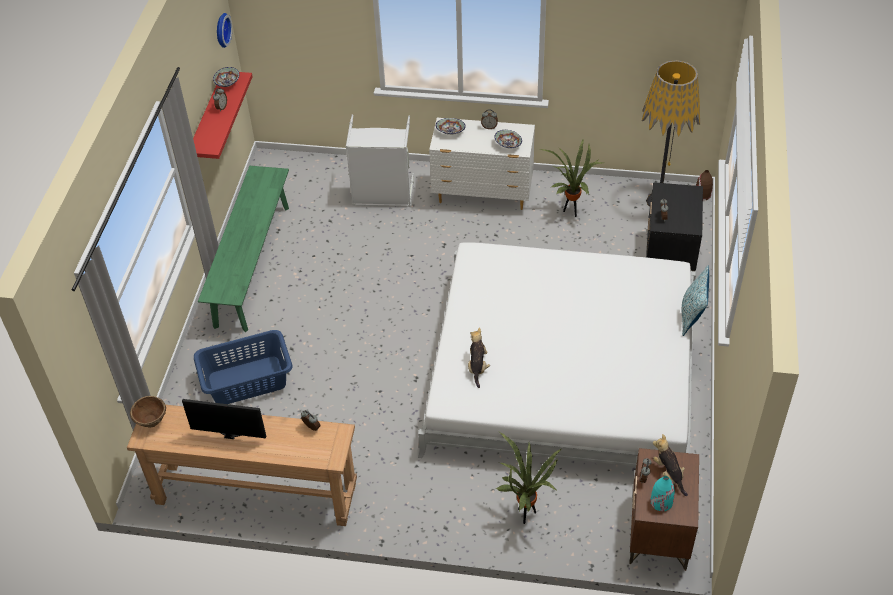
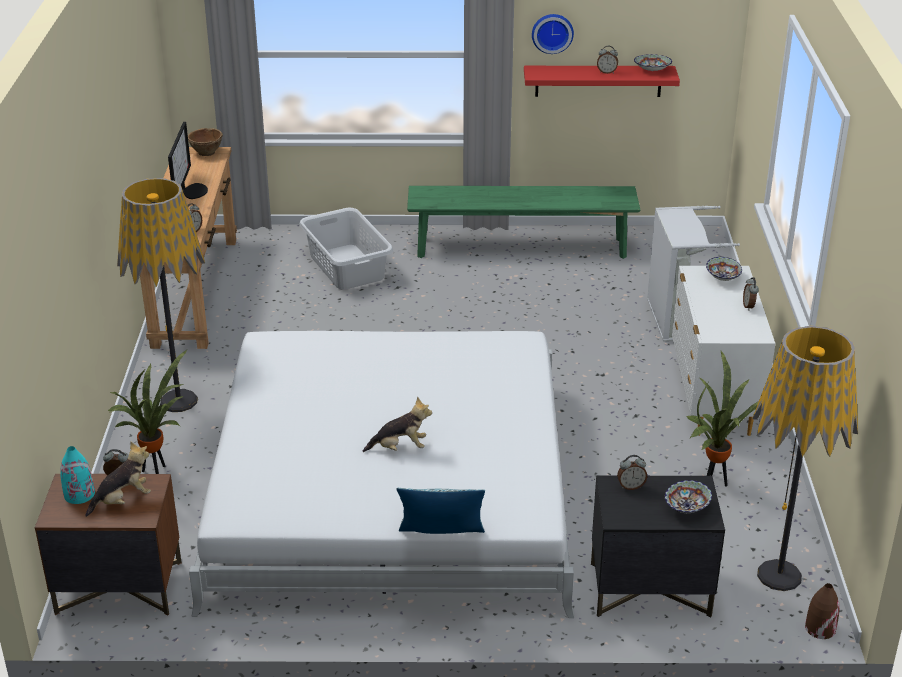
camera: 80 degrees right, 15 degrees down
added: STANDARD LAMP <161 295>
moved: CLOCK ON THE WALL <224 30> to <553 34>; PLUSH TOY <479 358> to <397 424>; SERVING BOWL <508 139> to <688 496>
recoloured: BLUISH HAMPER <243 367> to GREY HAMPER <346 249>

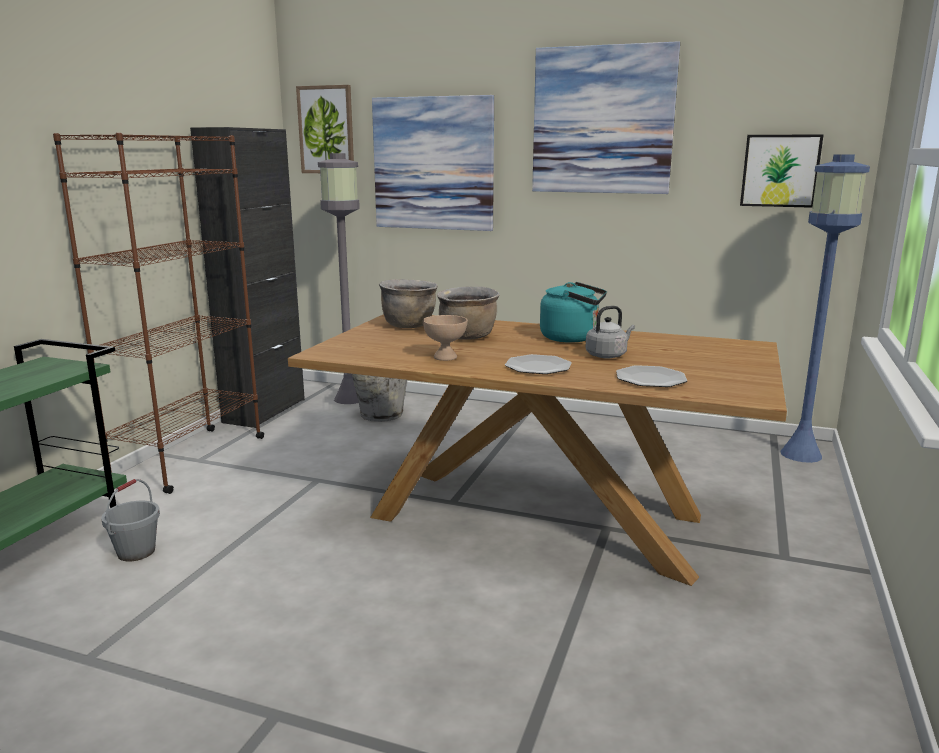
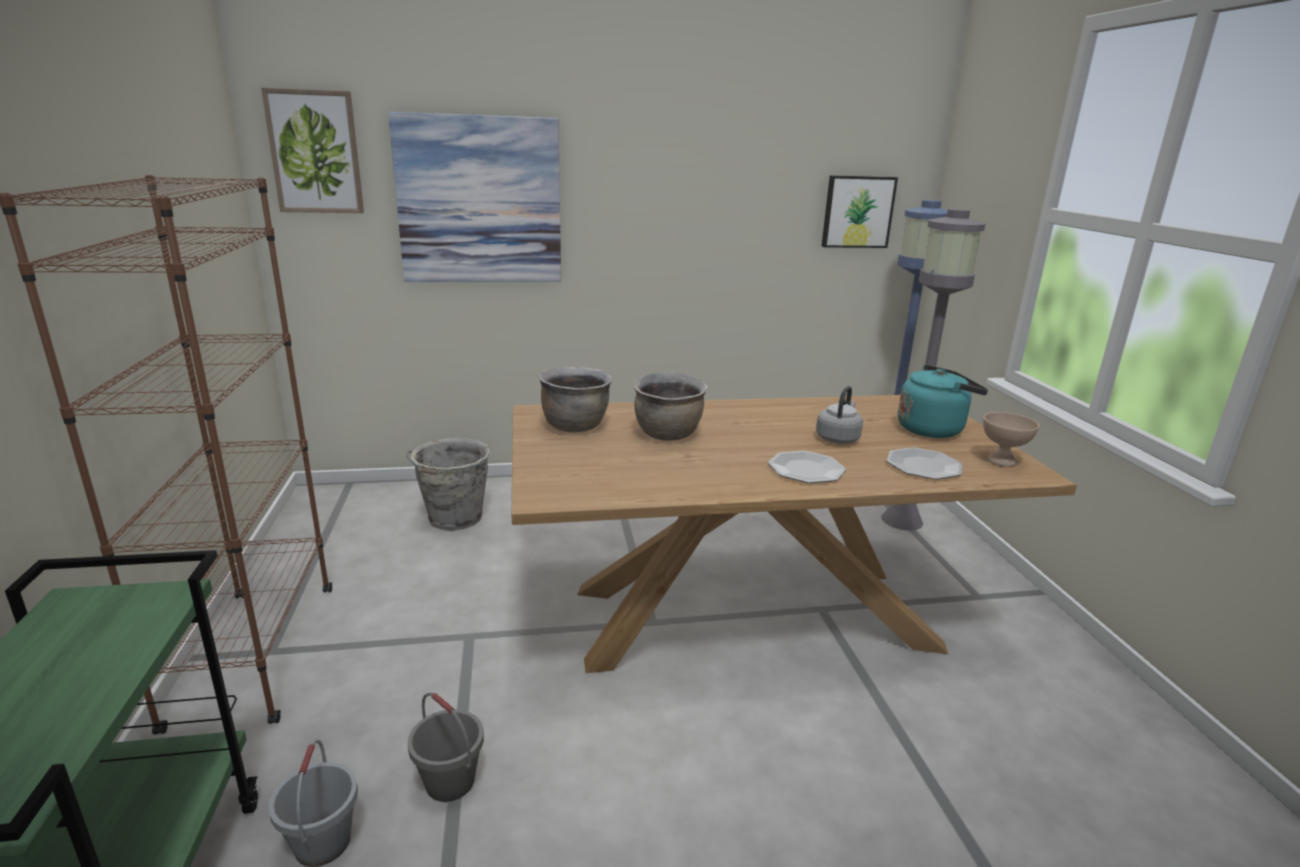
camera: 30 degrees left, 5 degrees up
removed: BLACKISH CUPBOARD <247 277>; WALL ART <606 117>
added: GREY WATER BUCKET <445 747>
moved: GREY STANDARD LAMP <339 278> to <933 370>; BEIGE SERVING BOWL <445 338> to <1011 439>; TURQUOISE-COLOURED TEA KETTLE <573 312> to <943 401>

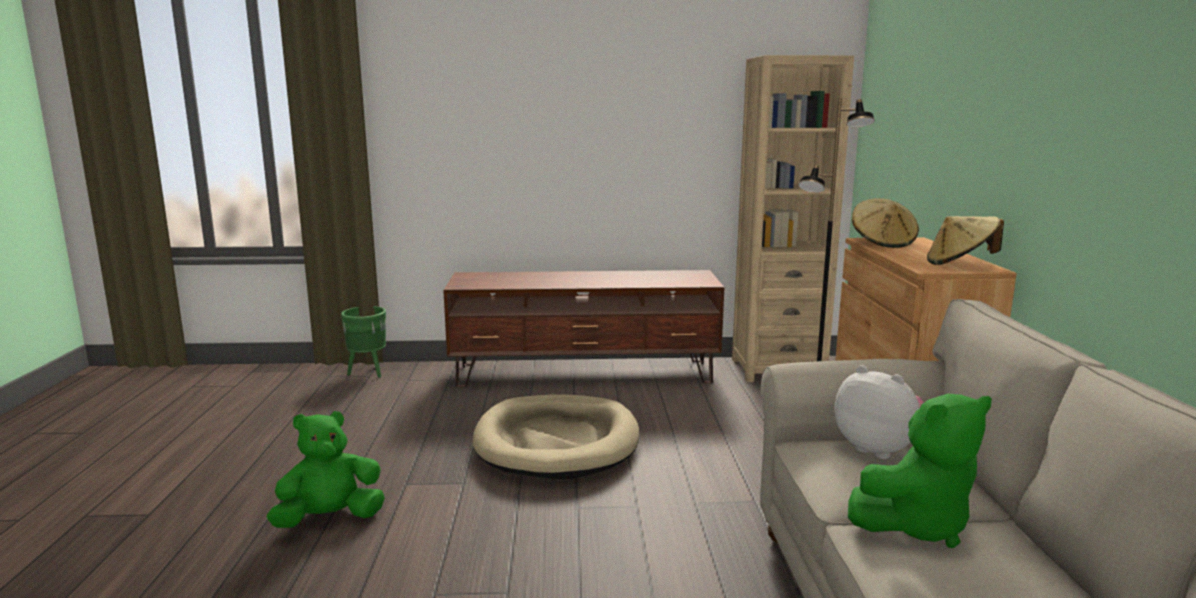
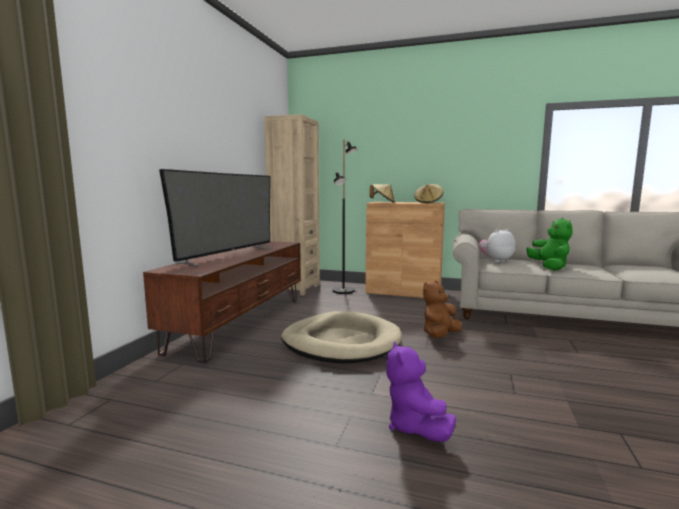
camera: 70 degrees left, 5 degrees down
removed: GREEN PLANTER <363 342>
added: TV <216 218>; BROWN-COLOURED PLUSH TOY <442 309>
recoloured: GREEN PLUSH TOY <326 469> to PURPLE-COLOURED PLUSH TOY <421 392>

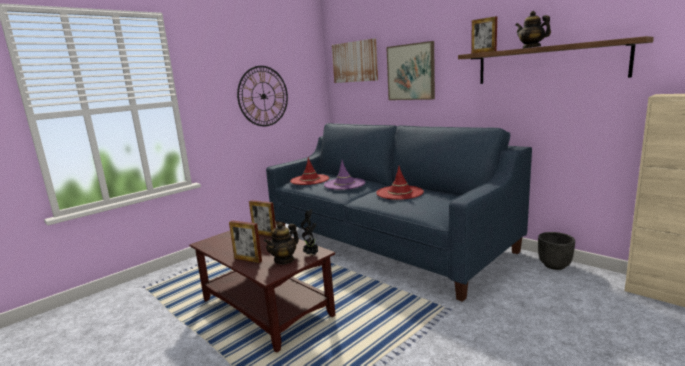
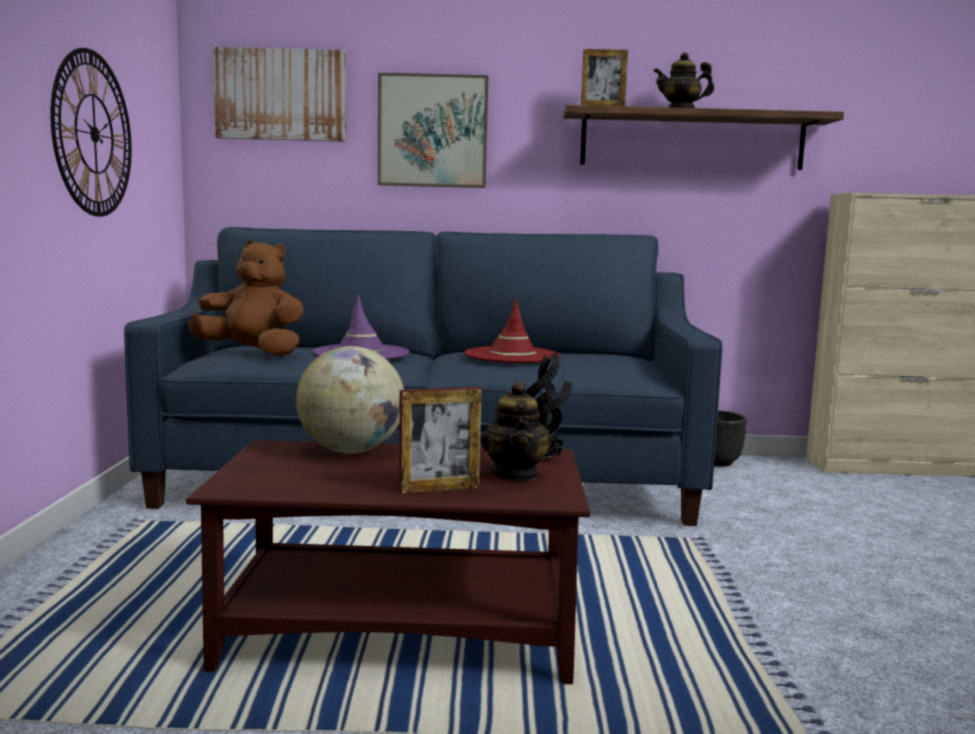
camera: 45 degrees left, 5 degrees down
replaced: PICTURE FRAME <262 218> to DESK GLOBE <350 400>; REDDISH HAT <309 171> to BROWN-COLOURED PLUSH TOY <246 298>

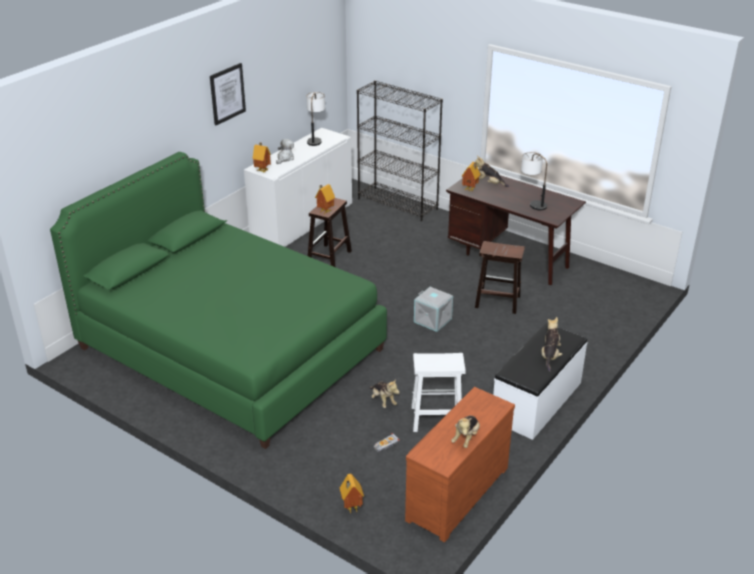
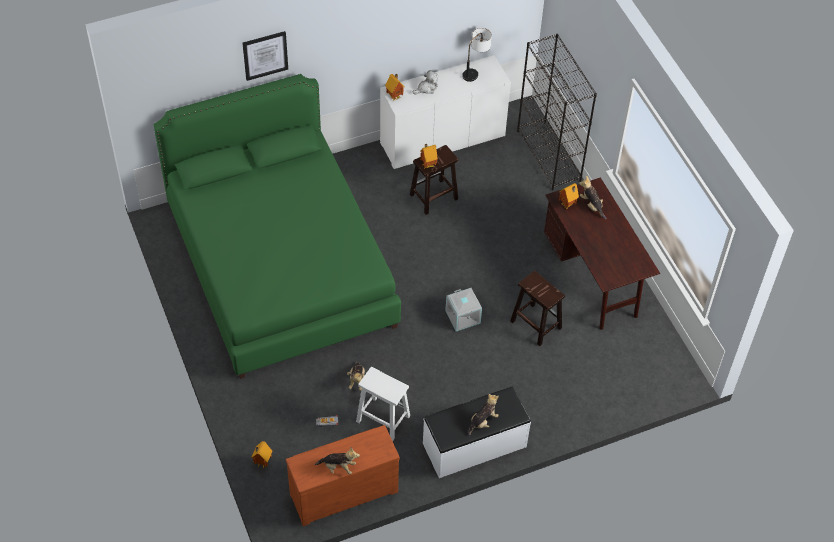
camera: 30 degrees right, 20 degrees up
removed: TABLE LAMP <534 181>
moved: WALL ART <228 94> to <265 56>
turned: PLUSH TOY <465 431> = <337 460> 135 degrees counterclockwise

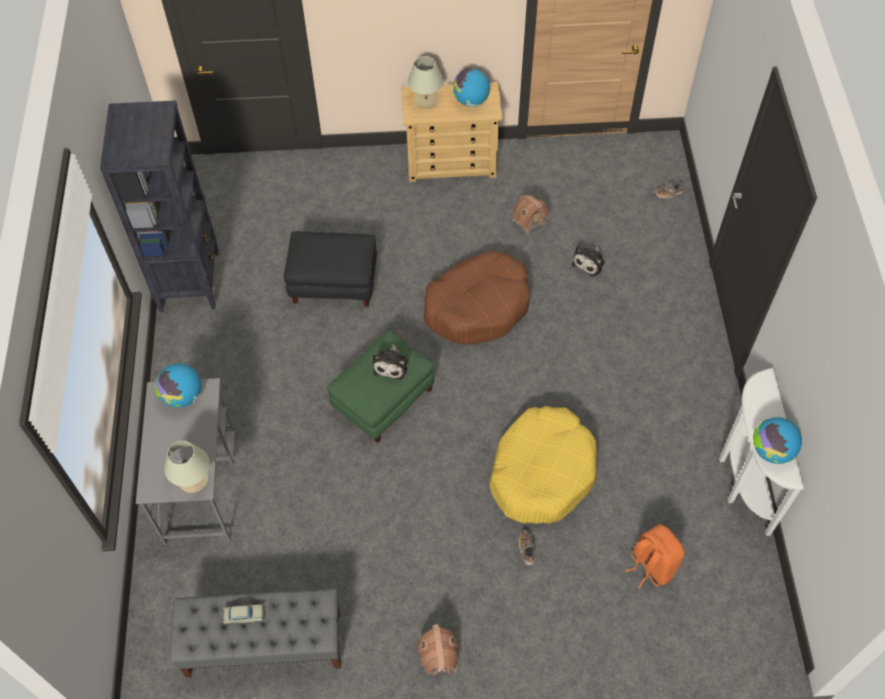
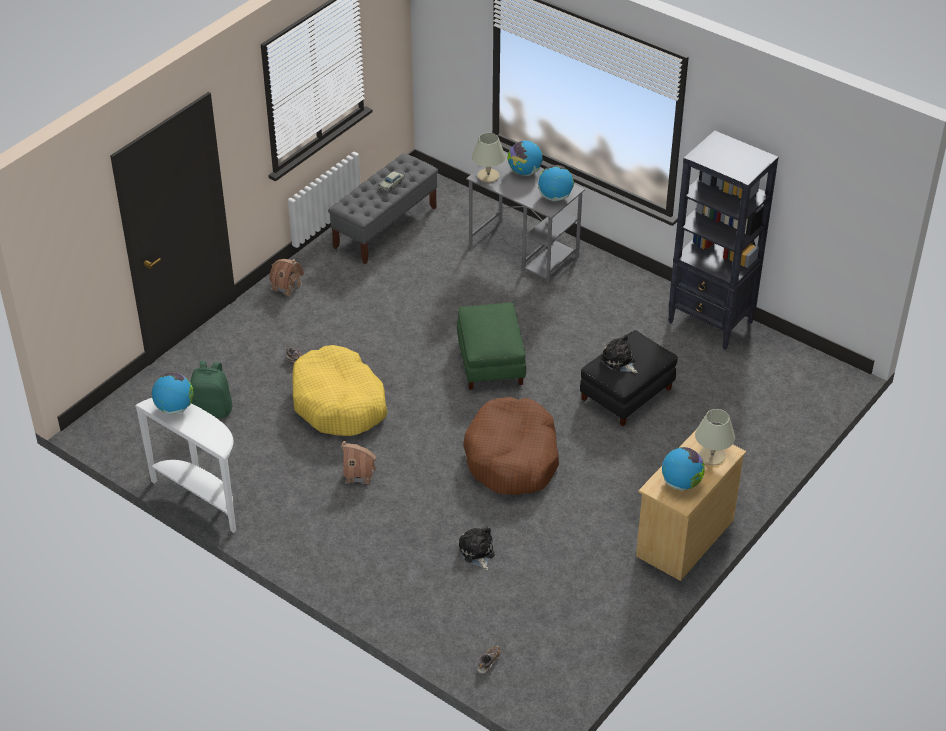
camera: 130 degrees right, 15 degrees down
added: DESK GLOBE <525 158>
moved: PLUSH TOY <390 362> to <619 354>; TOY HOUSE <531 214> to <358 462>
recoloured: ORANGE BACKPACK <654 556> to GREEN BACKPACK <211 389>

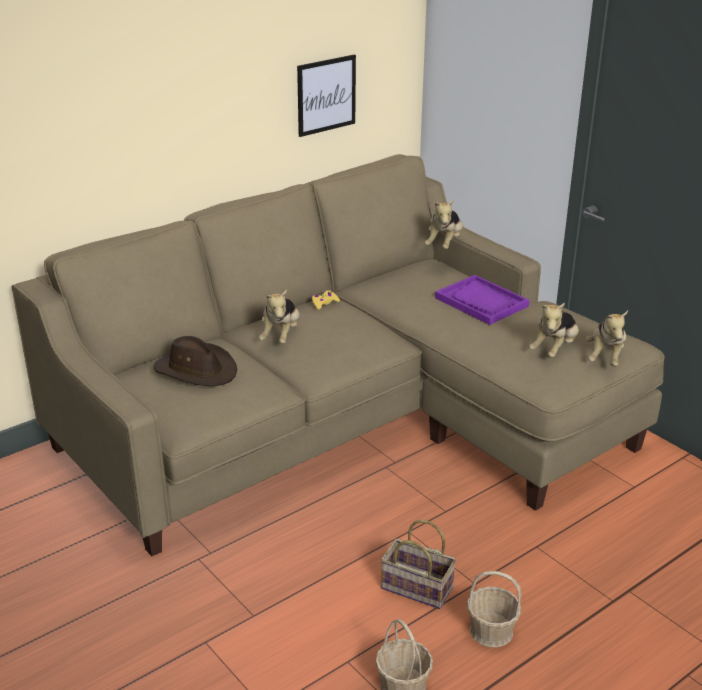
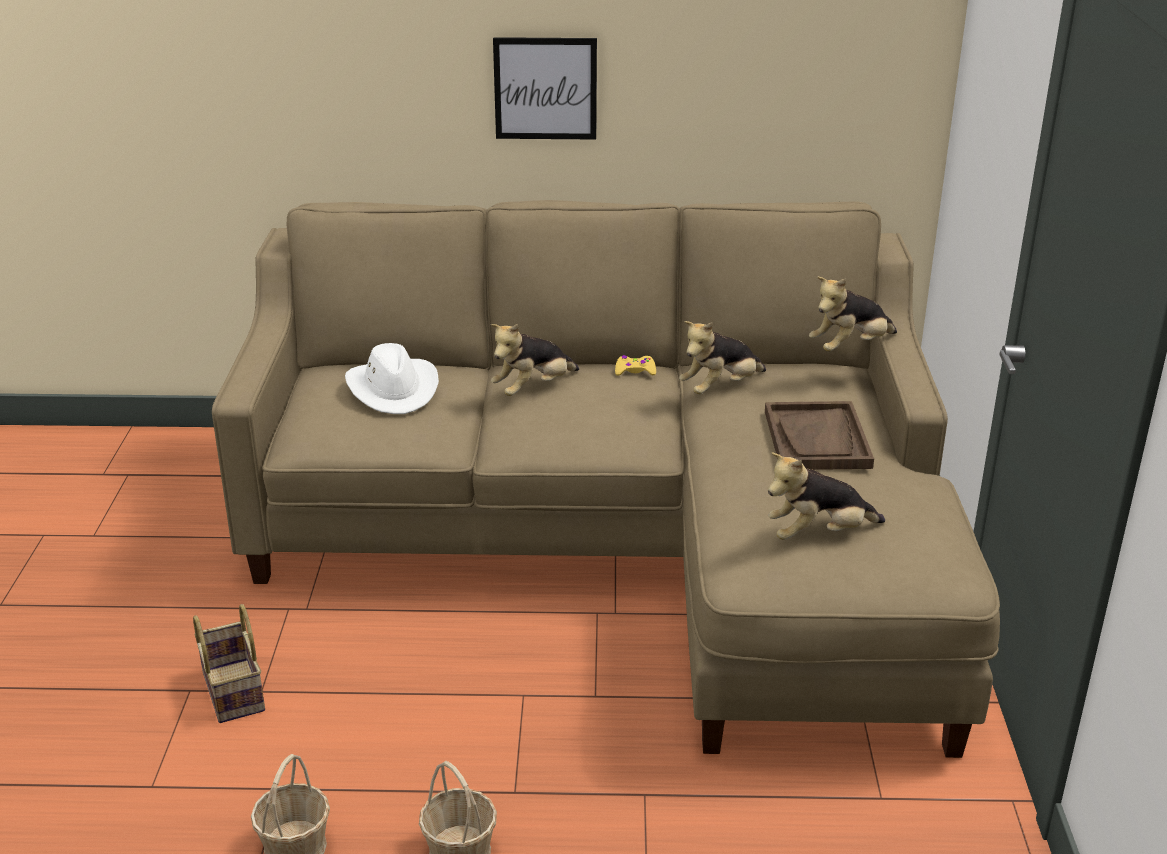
camera: 40 degrees right, 0 degrees up
moved: WALL ART <326 96> to <545 88>; BASKET <418 564> to <229 663>; PLUSH TOY <607 339> to <722 357>
recoloured: BROWN-COLOURED HAT <195 361> to WHITISH HAT <392 378>; PURPLE-COLOURED TRAY <482 300> to BROWN-COLOURED TRAY <819 435>

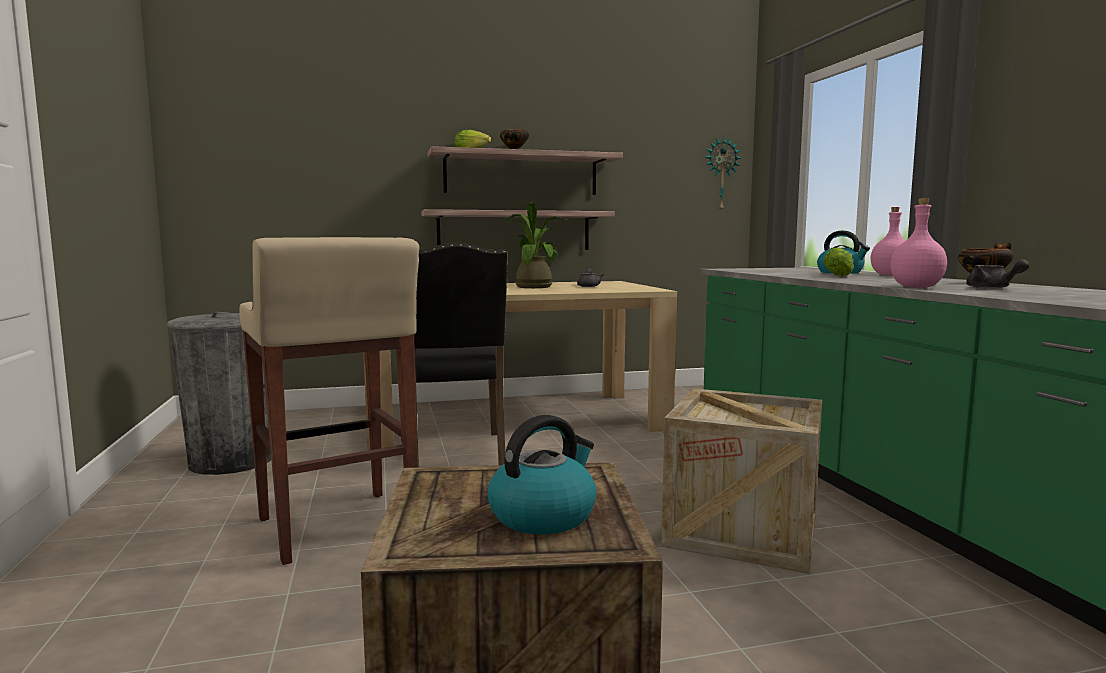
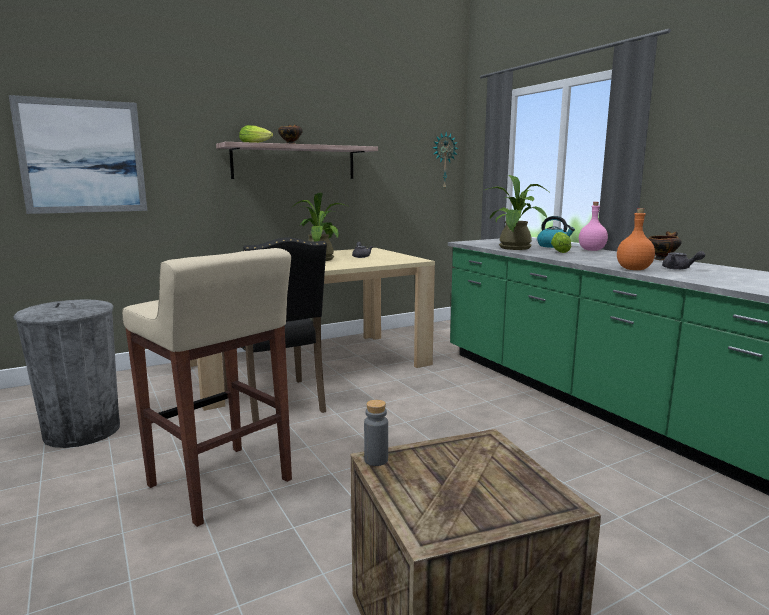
camera: 15 degrees left, 5 degrees up
removed: SHELF <518 229>; TEA KETTLE <542 475>; CRATE <741 480>
added: WALL ART <78 154>; GREY BOTTLE <376 433>; HOUSEPLANT <517 212>
recoloured: PINK BOTTLE <918 243> to ORANGE BOTTLE <636 239>

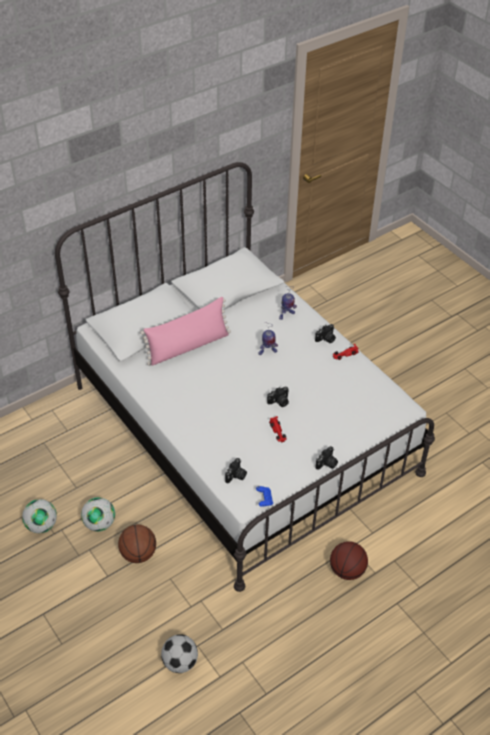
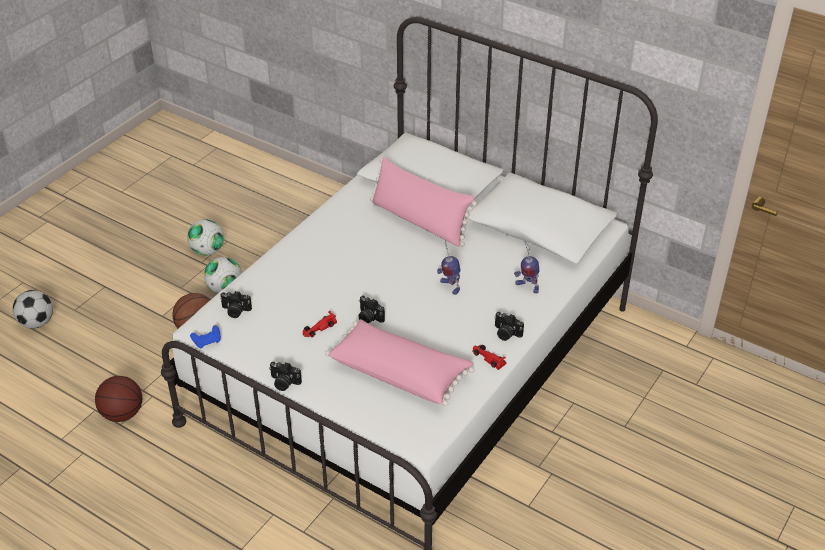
camera: 70 degrees right, 5 degrees down
added: PINK PILLOW <399 362>
moved: FOOTBALL BALL <179 653> to <33 309>; BASKETBALL BALL <349 560> to <118 399>

